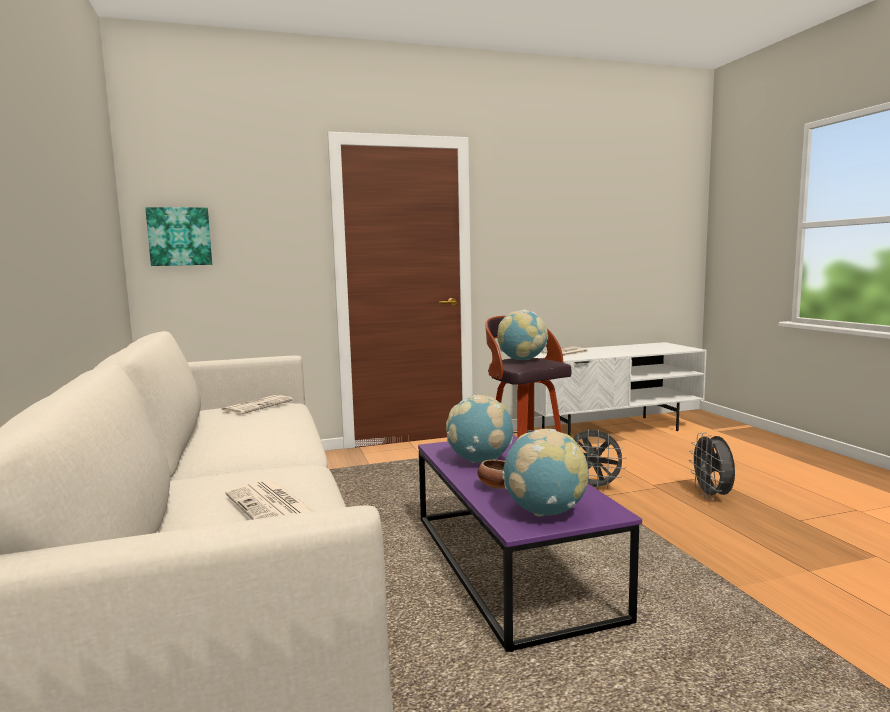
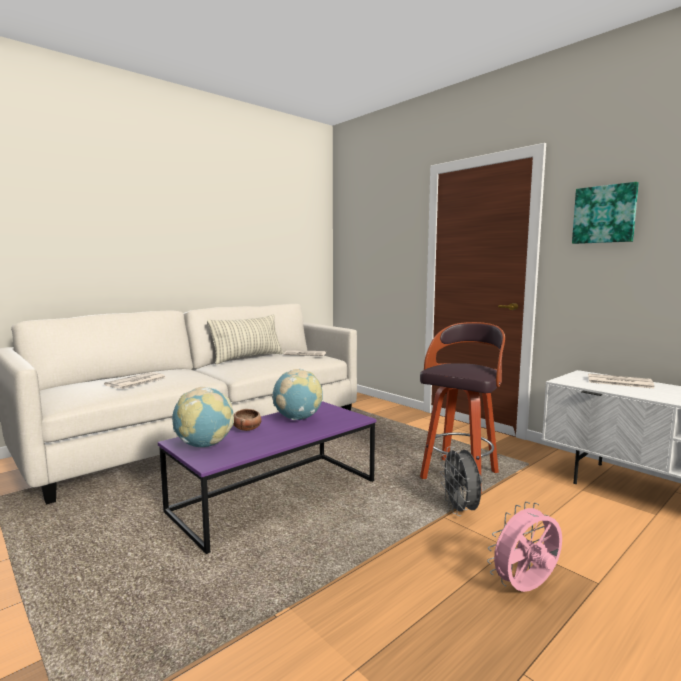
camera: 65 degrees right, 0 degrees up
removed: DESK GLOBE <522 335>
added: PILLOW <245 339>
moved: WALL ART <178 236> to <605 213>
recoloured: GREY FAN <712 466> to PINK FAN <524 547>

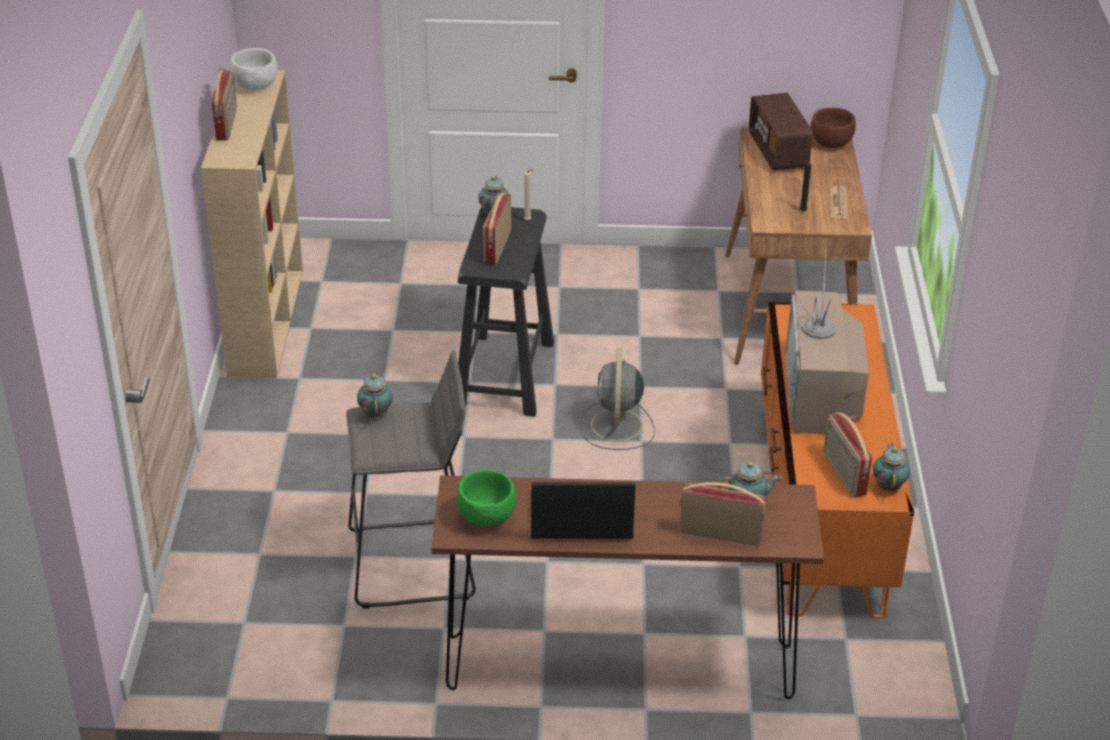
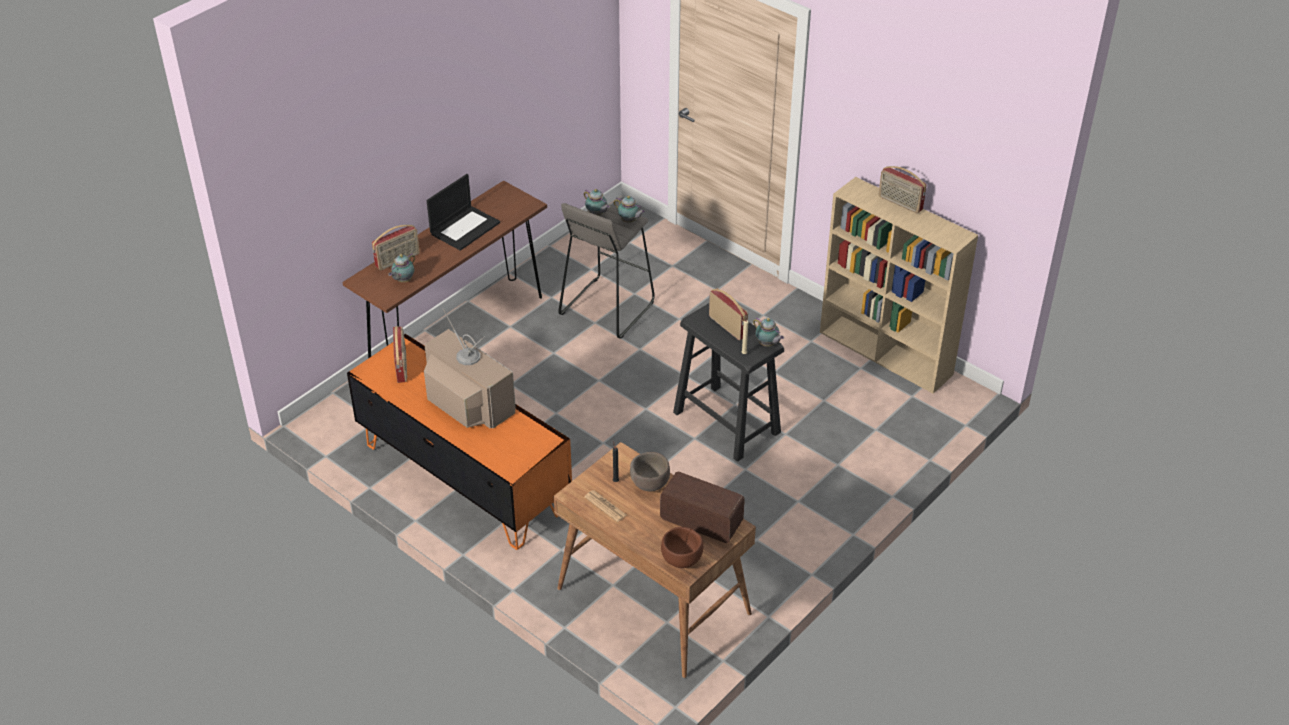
camera: 130 degrees right, 5 degrees up
removed: WHITISH SERVING BOWL <254 69>; GREEN SERVING BOWL <486 497>; GREY FAN <617 399>
added: BROWN-COLOURED SERVING BOWL <650 472>
moved: TEA POT <891 467> to <597 202>
turned: RADIO SET <847 454> = <400 354> 60 degrees clockwise

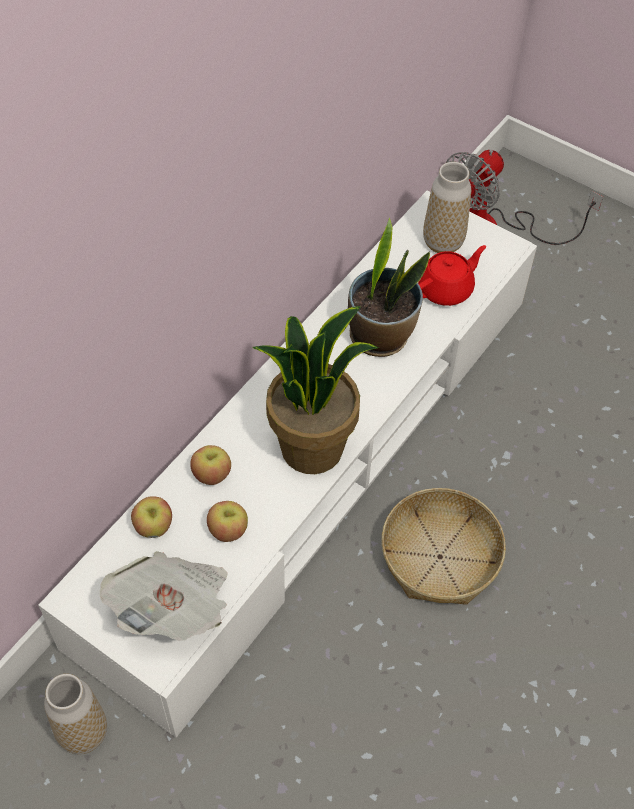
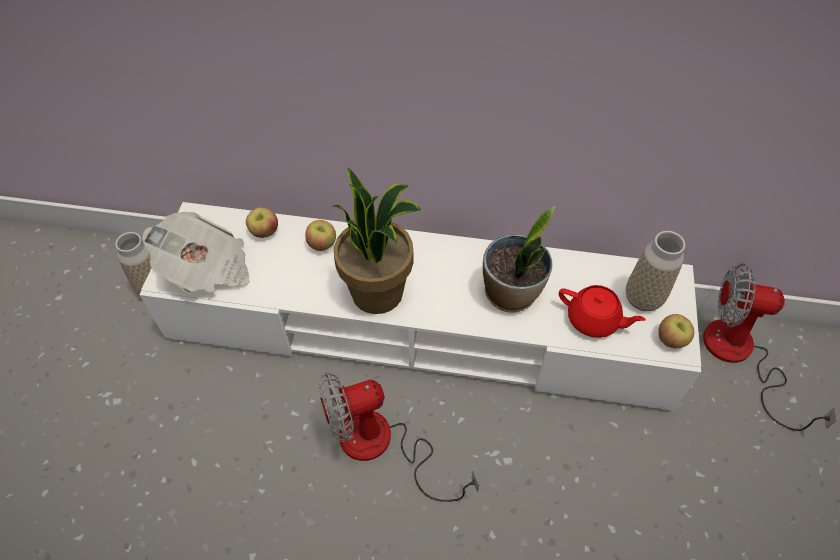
camera: 65 degrees right, 0 degrees up
moved: WHOLE APPLE <227 521> to <676 331>
replaced: BASKET <443 546> to FAN <398 437>

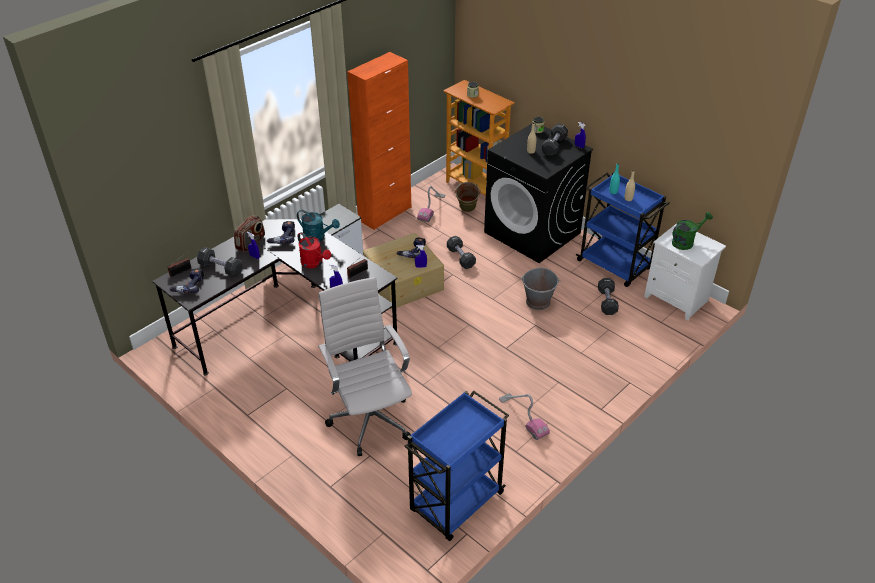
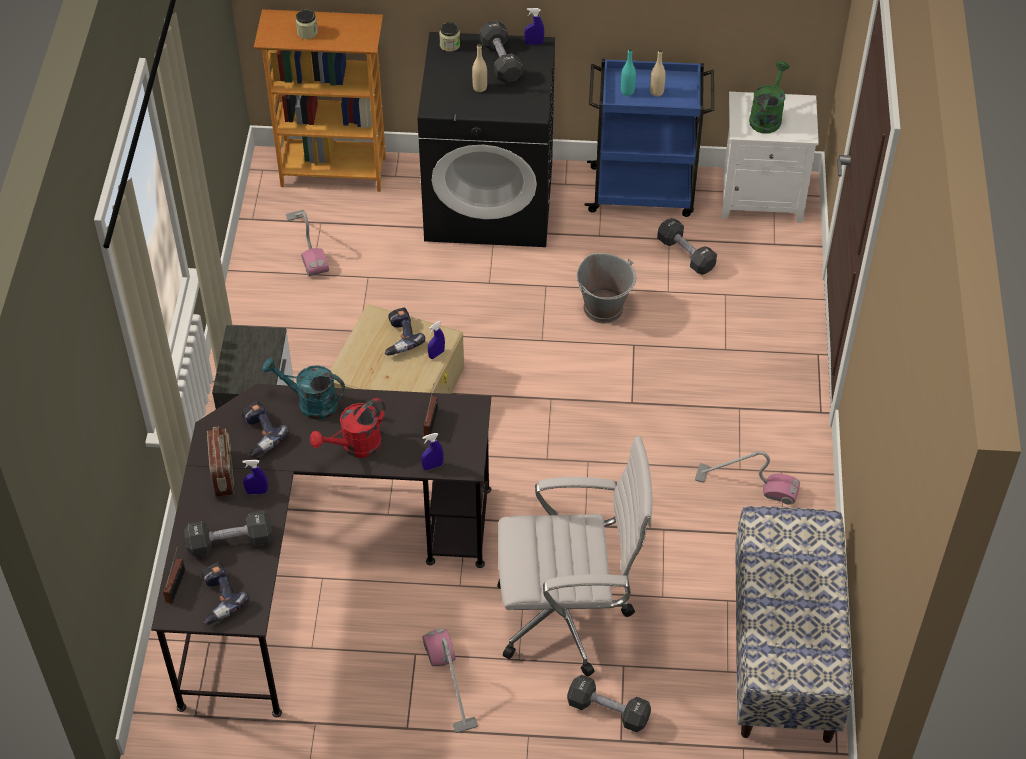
camera: 40 degrees left, 10 degrees up
removed: ORANGE CUPBOARD <379 141>; GREEN WATER BUCKET <468 197>
added: VACUUM CLEANER <450 681>
moved: BLACKISH DUMBBELL <461 252> to <609 704>
replaced: BLUISH CART <456 465> to INDOOR BENCH <794 624>
turned: TURQUOISE-COLOURED WATERING POT <318 225> = <303 389> 150 degrees counterclockwise; REDDISH WATERING POT <314 250> = <348 428> 135 degrees clockwise; WHITISH COMPUTER CHAIR <365 366> = <574 556> 150 degrees clockwise

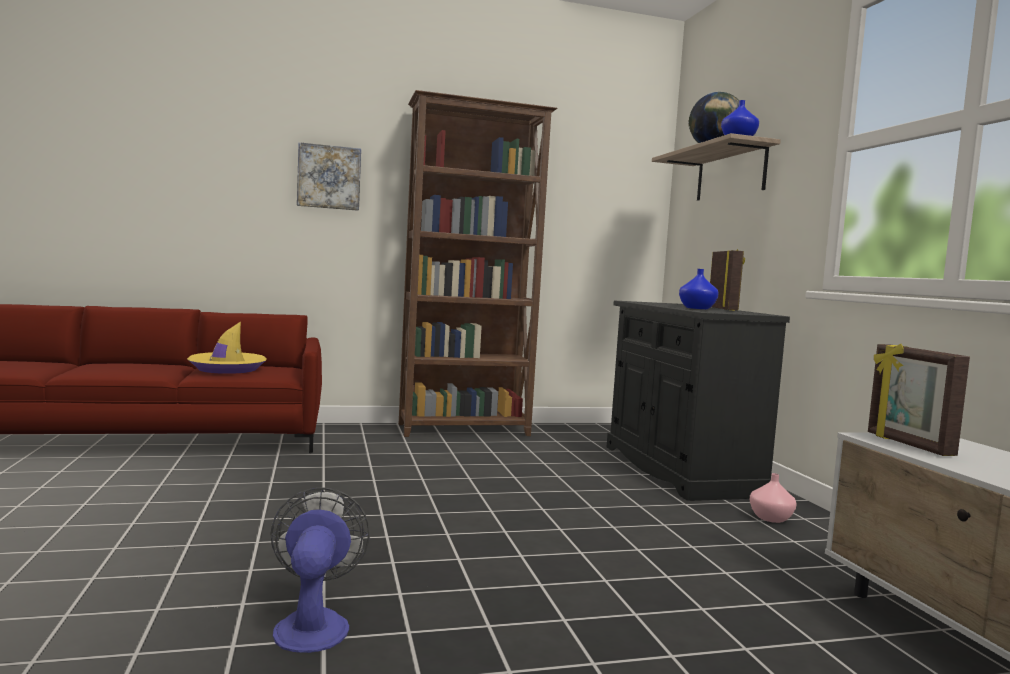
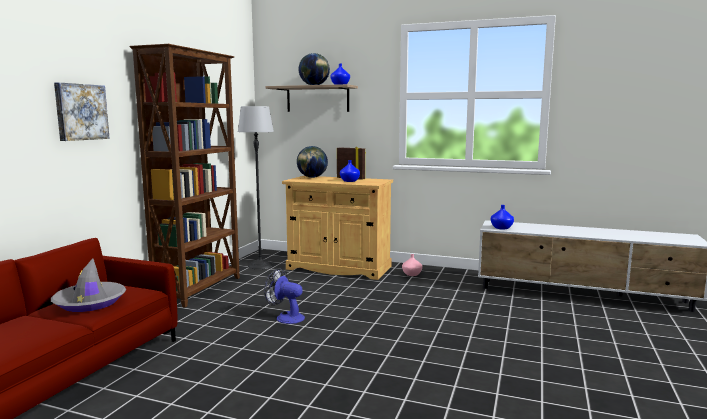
camera: 55 degrees left, 5 degrees up
added: STANDARD LAMP <256 187>; DESK GLOBE <312 162>
moved: FAN <320 570> to <284 296>
replaced: PICTURE FRAME <919 400> to BLUISH FLOWER VASE <502 217>
recoloured: YELLOWISH HAT <227 348> to GREY HAT <88 285>; BLACKISH CUPBOARD <698 401> to BEIGE CUPBOARD <337 228>

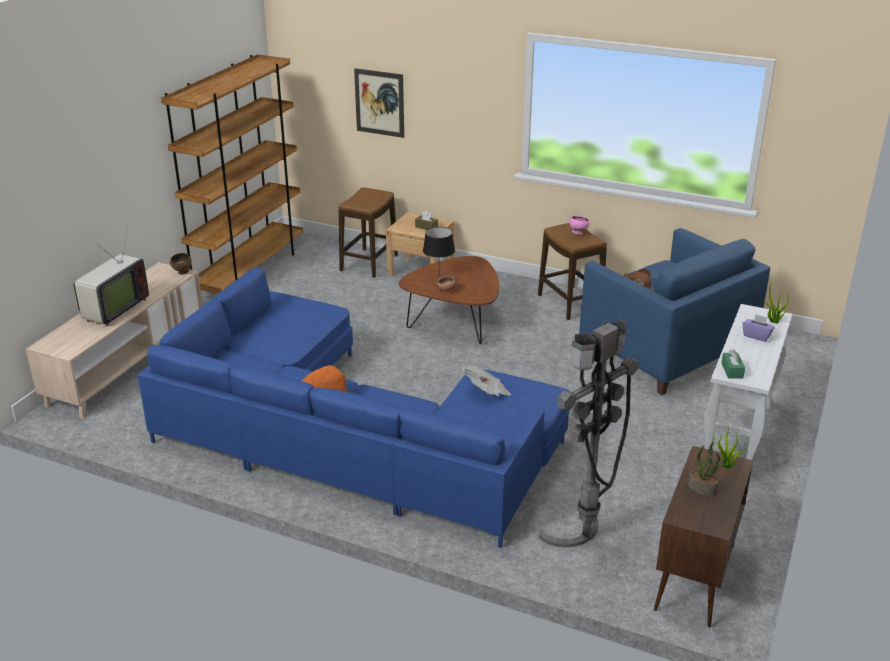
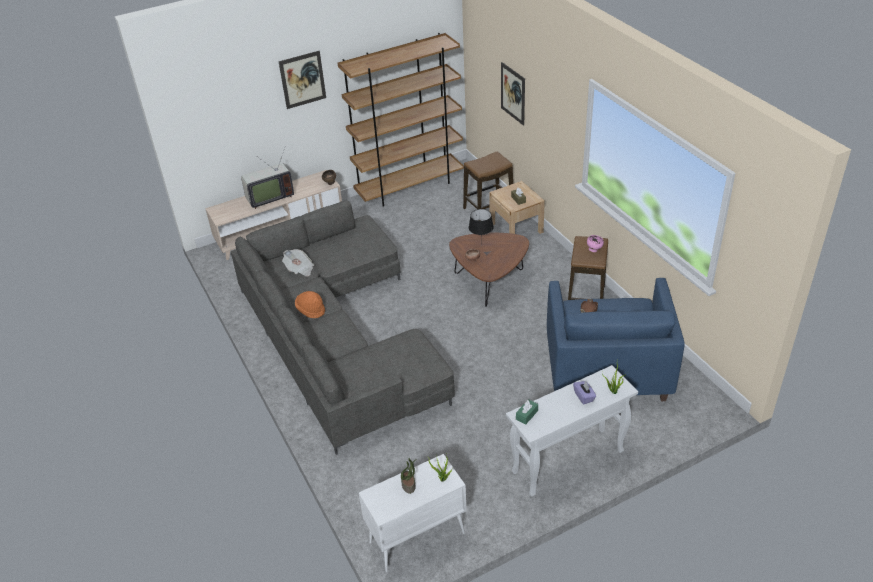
camera: 40 degrees right, 10 degrees up
removed: GREY STANDARD LAMP <588 432>
added: WALL ART <302 80>
moved: PRINTED PAPER <486 380> to <298 263>
recoloured: BLUISH SOFA <354 407> to GREY SOFA <343 328>; BROWN-COLOURED CUPBOARD <703 536> to WHITISH CUPBOARD <413 513>

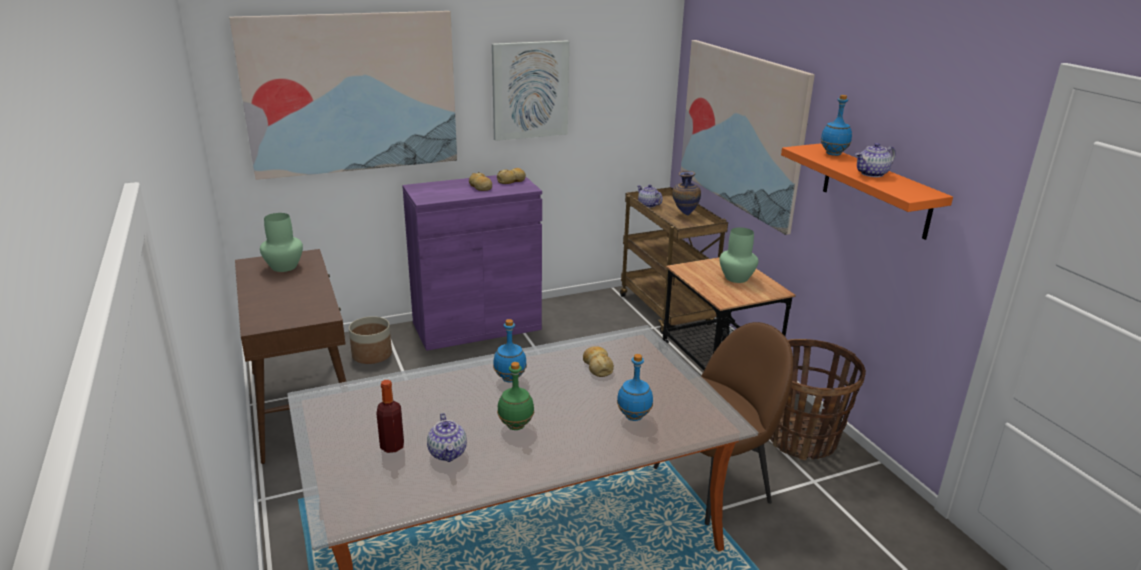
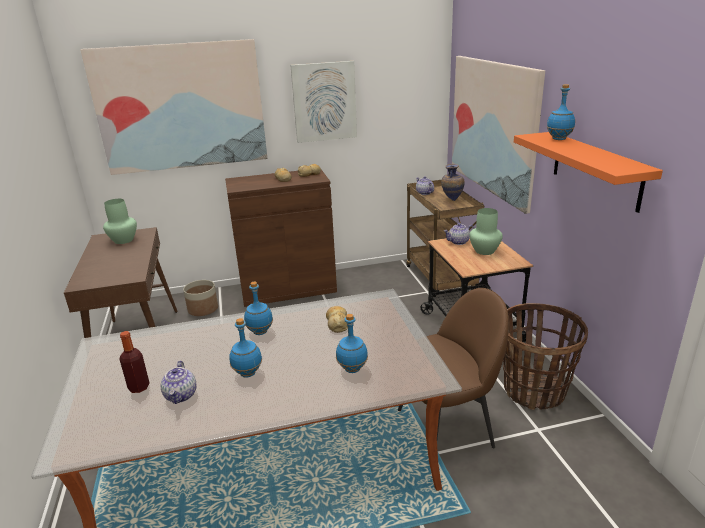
camera: 10 degrees right, 0 degrees up
moved: TEA POT <875 160> to <459 234>
recoloured: PURPLE-COLOURED CUPBOARD <472 263> to BROWN-COLOURED CUPBOARD <281 238>; GREEN BOTTLE <515 396> to BLUISH BOTTLE <245 348>

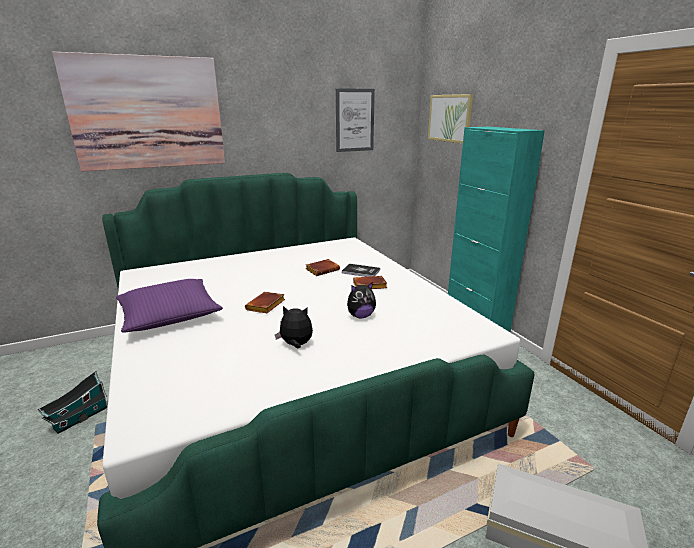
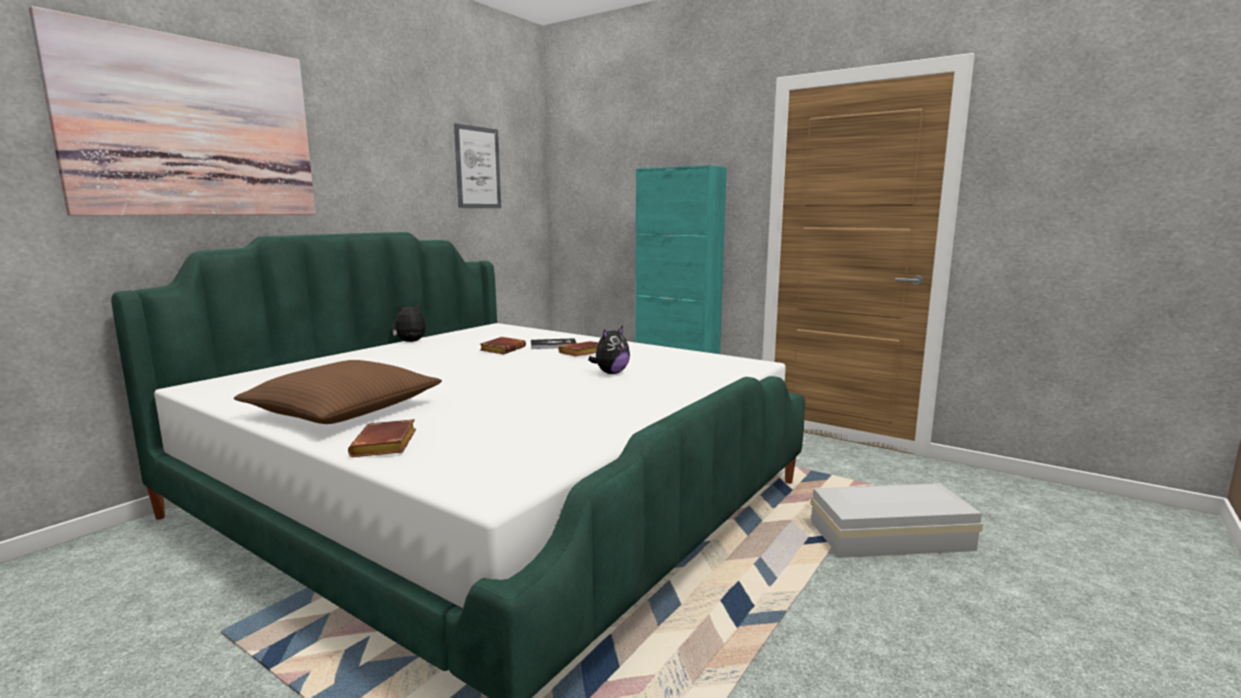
camera: 30 degrees left, 10 degrees down
removed: TOY HOUSE <72 402>; WALL ART <450 119>
moved: BROWN-COLOURED VOLUME <265 302> to <382 438>; PLUSH TOY <294 327> to <409 323>
recoloured: PURPLE-COLOURED PILLOW <169 306> to BROWN-COLOURED PILLOW <338 392>

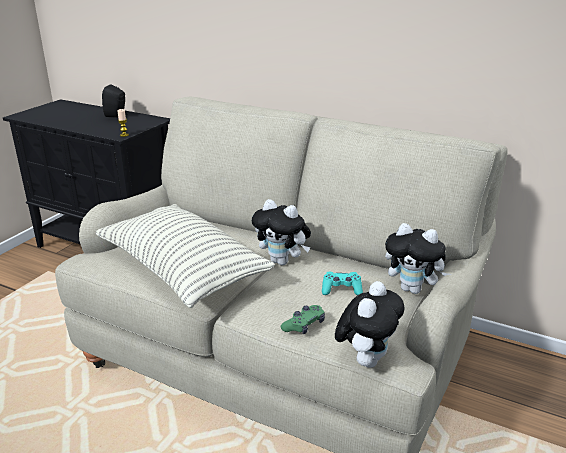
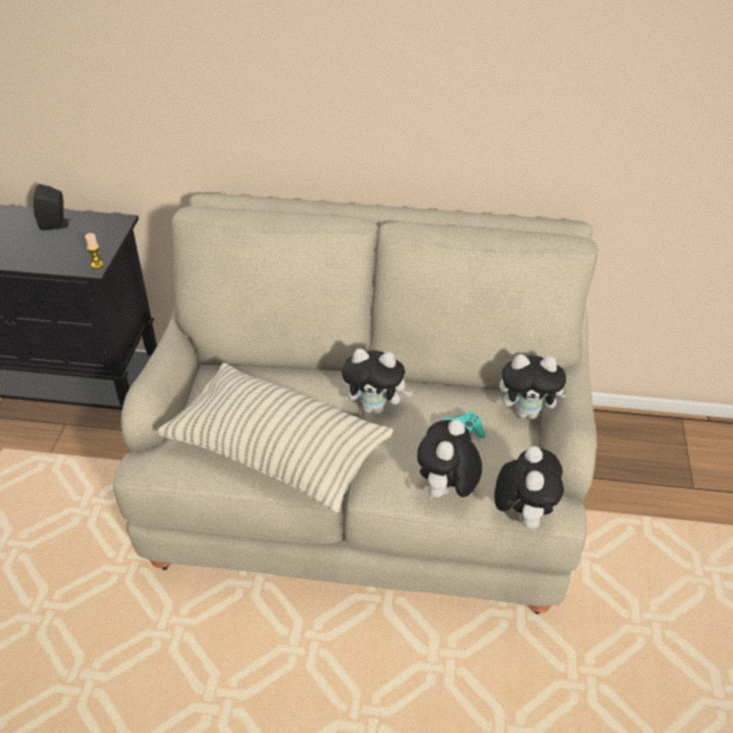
camera: 20 degrees left, 15 degrees up
replaced: GREEN GAMEPAD <303 319> to PLUSH TOY <449 460>

